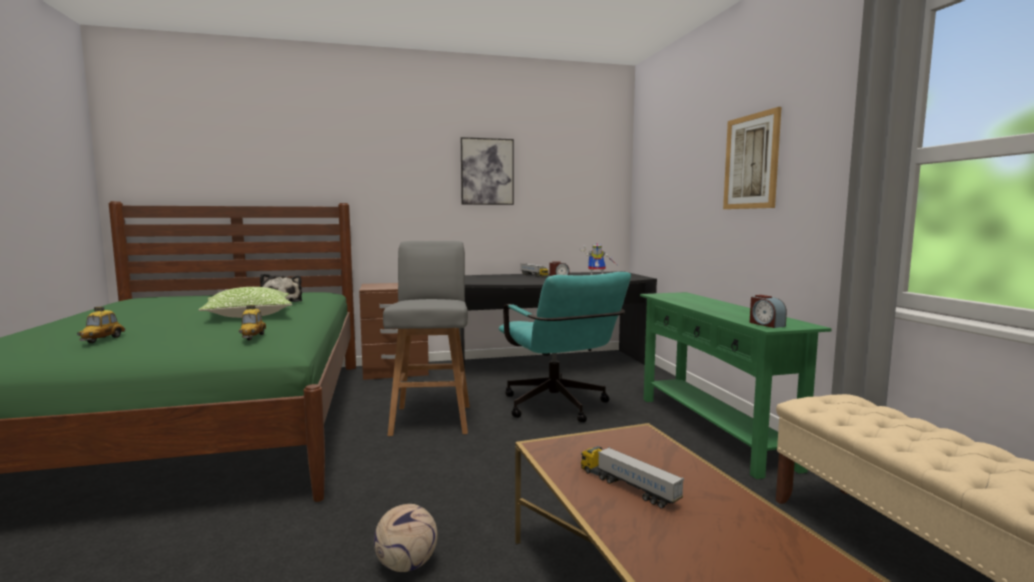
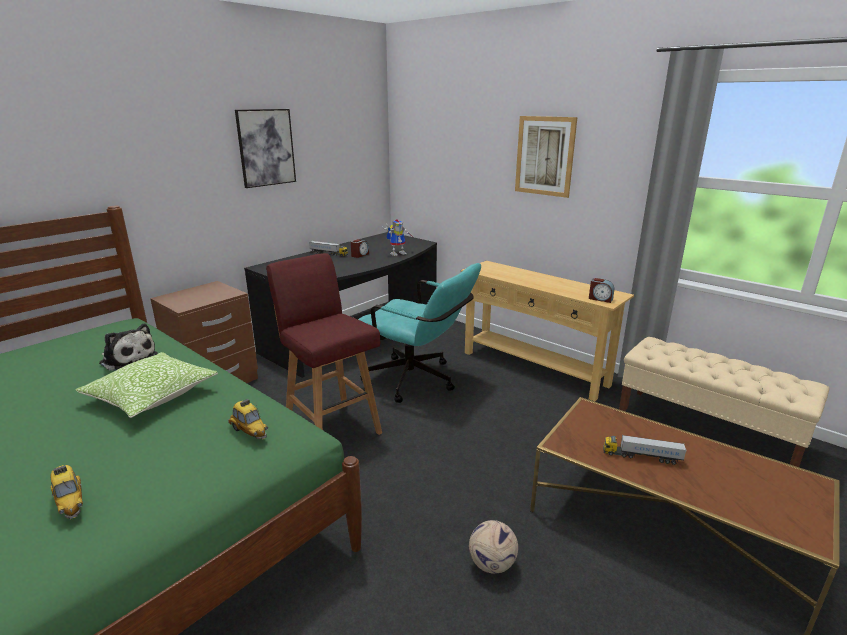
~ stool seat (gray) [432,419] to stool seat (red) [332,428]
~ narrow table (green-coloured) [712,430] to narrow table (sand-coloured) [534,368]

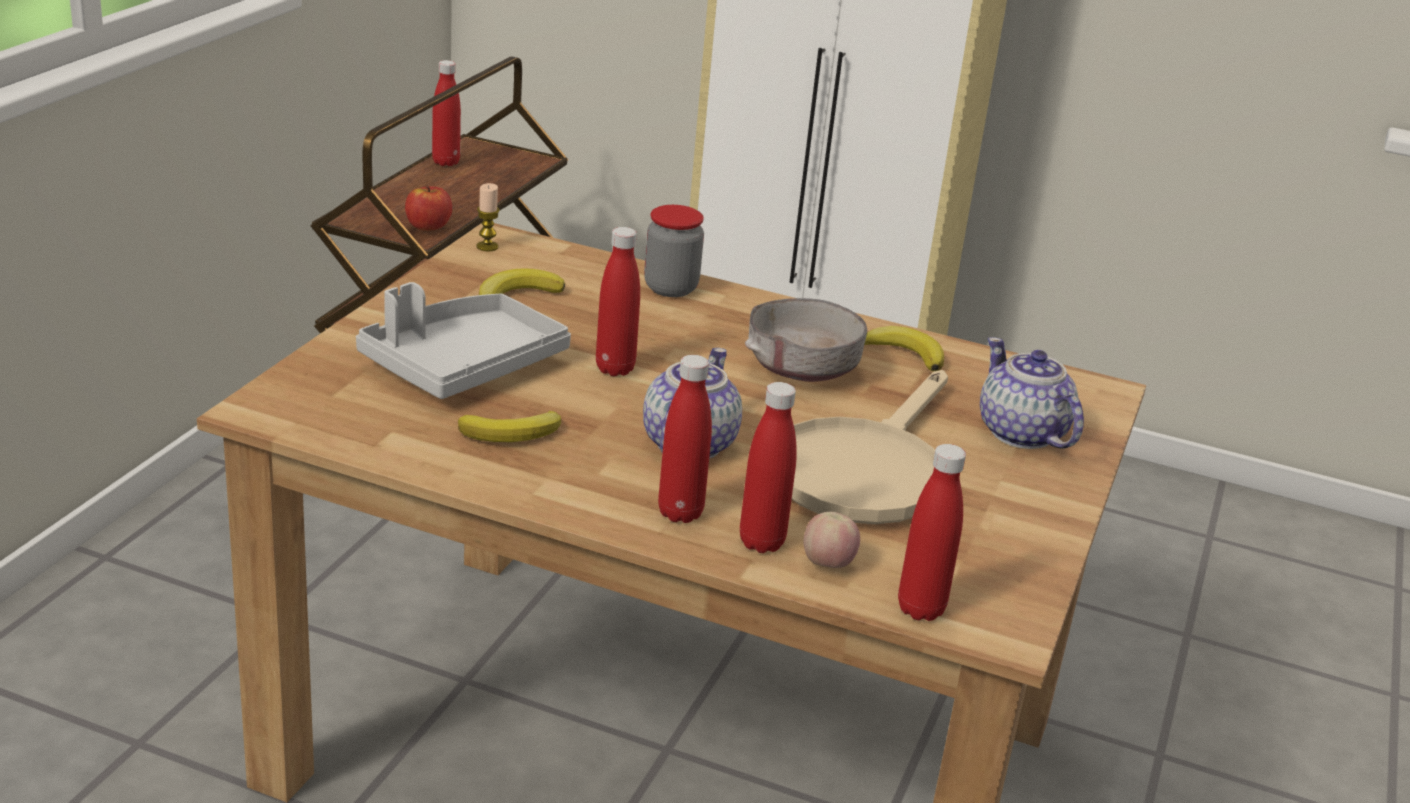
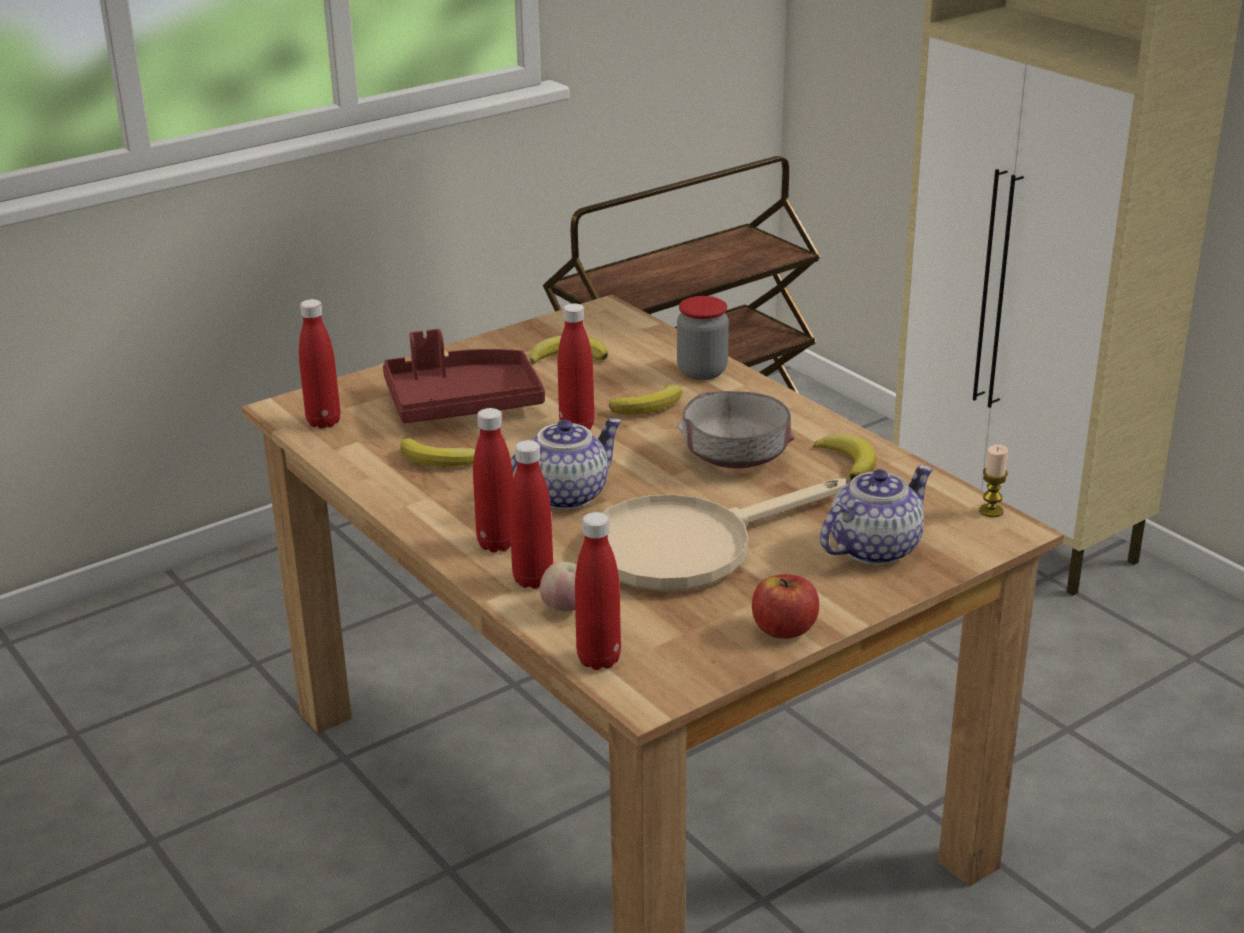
~ drink bottle (red) [446,162] to [323,422]
~ tray (gray) [462,365] to tray (red) [462,403]
+ banana fruit [650,405]
~ apple fruit [428,226] to [784,629]
~ teapot [1021,434] = [872,549] 45 degrees clockwise
~ wax candle [487,247] to [991,511]

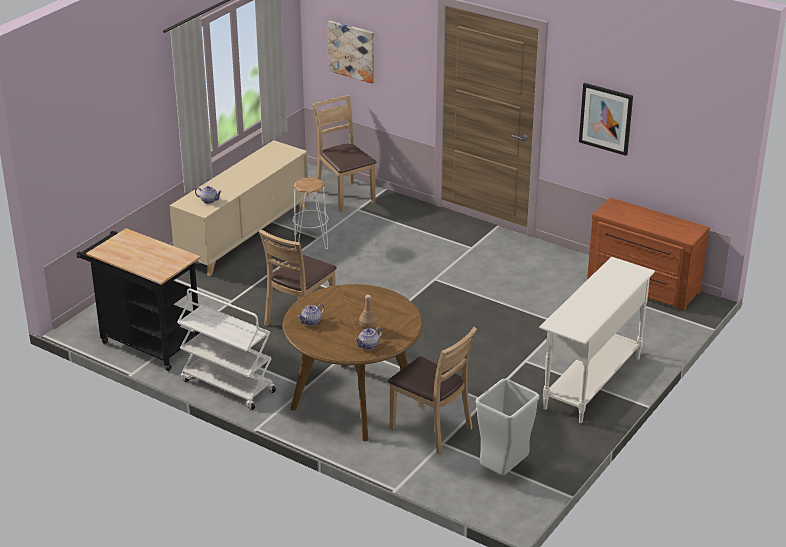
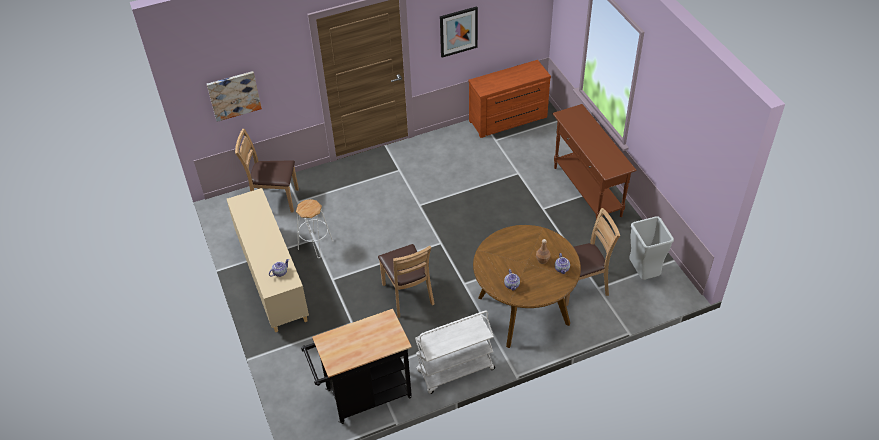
~ narrow table (whitish) [591,383] to narrow table (brownish) [587,192]

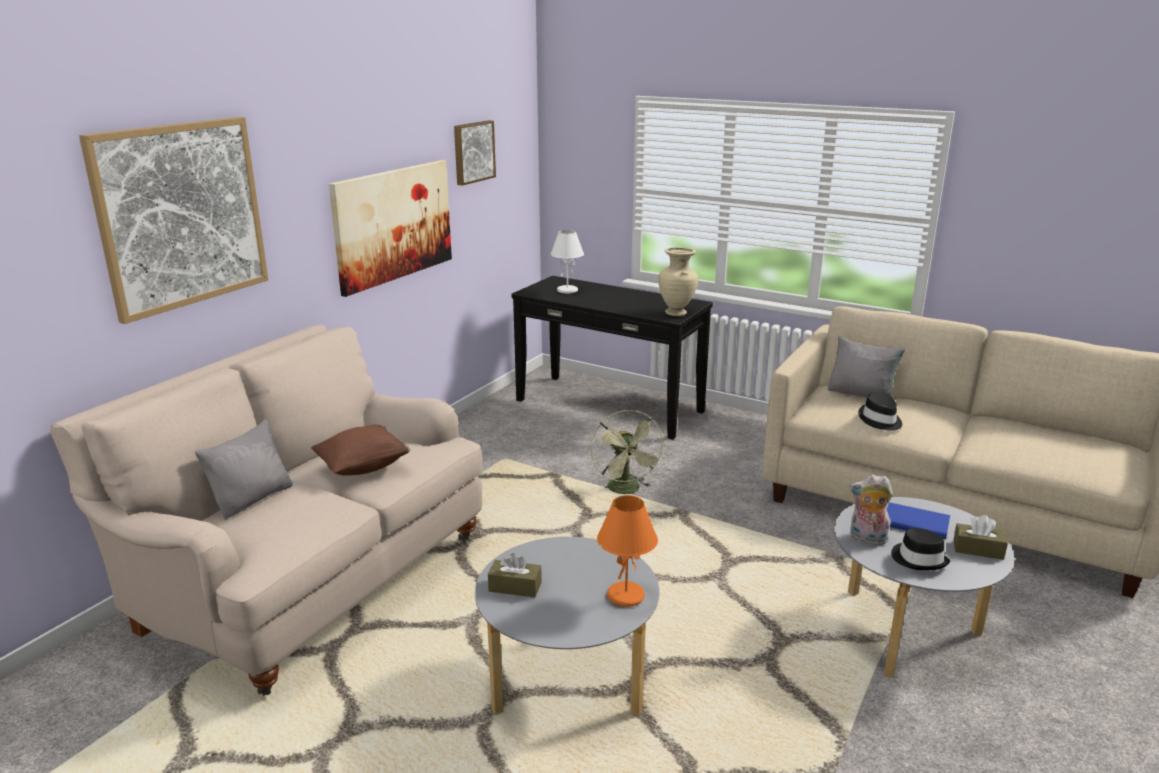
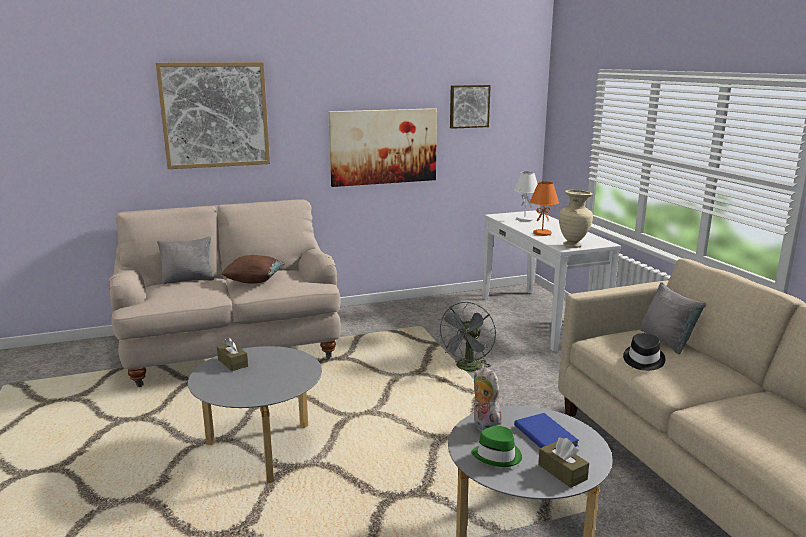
~ cooling fan (green-coloured) [627,490] to cooling fan (gray) [467,368]
~ wearable hat (black-coloured) [919,559] to wearable hat (green-coloured) [498,455]
~ narrow table (black-coloured) [609,405] to narrow table (whitish) [541,318]
~ lamp for a table (orangey) [626,595] to [542,233]

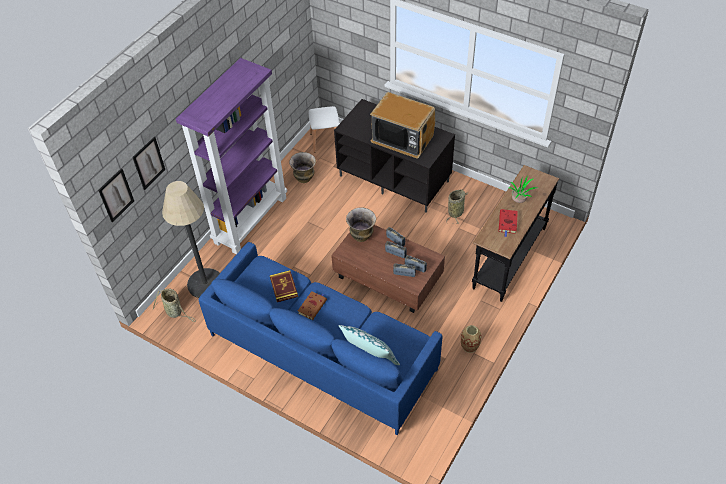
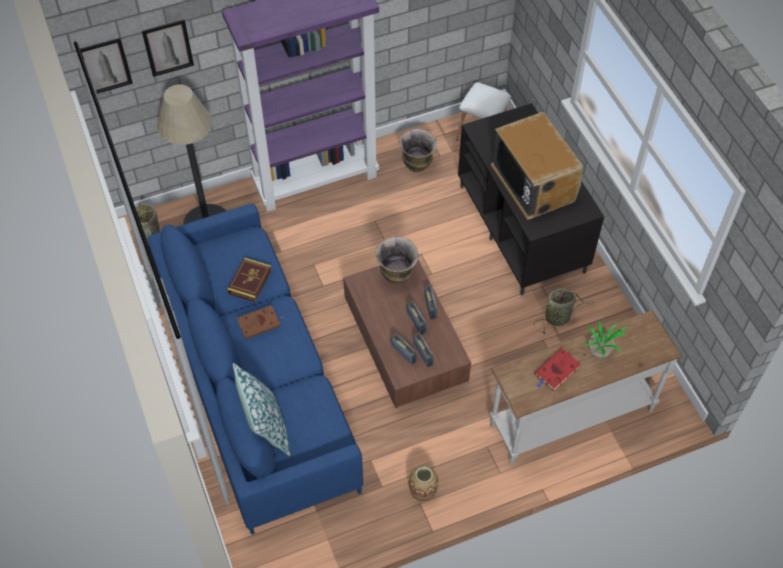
~ narrow table (black-coloured) [508,257] to narrow table (whitish) [570,416]

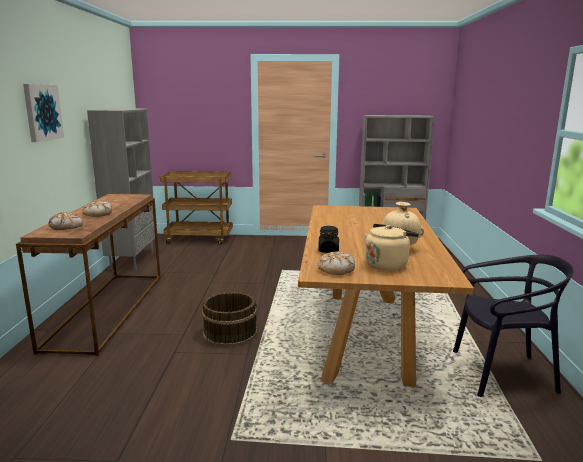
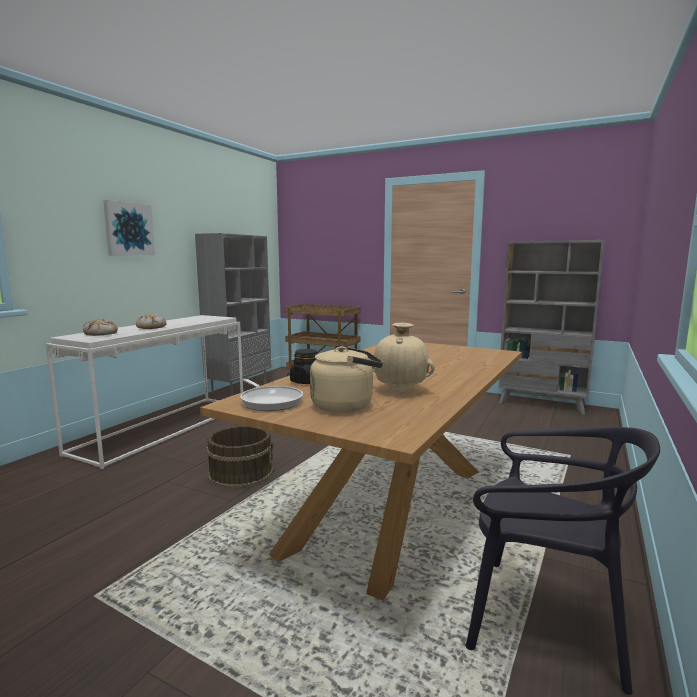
~ narrow table (brownish) [107,309] to narrow table (whitish) [164,428]
~ bakery bread [336,269] to frying pan [270,401]

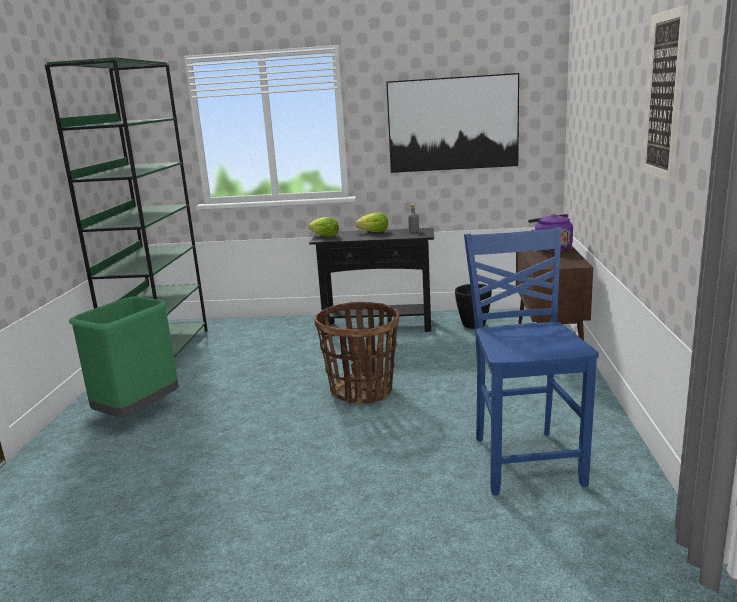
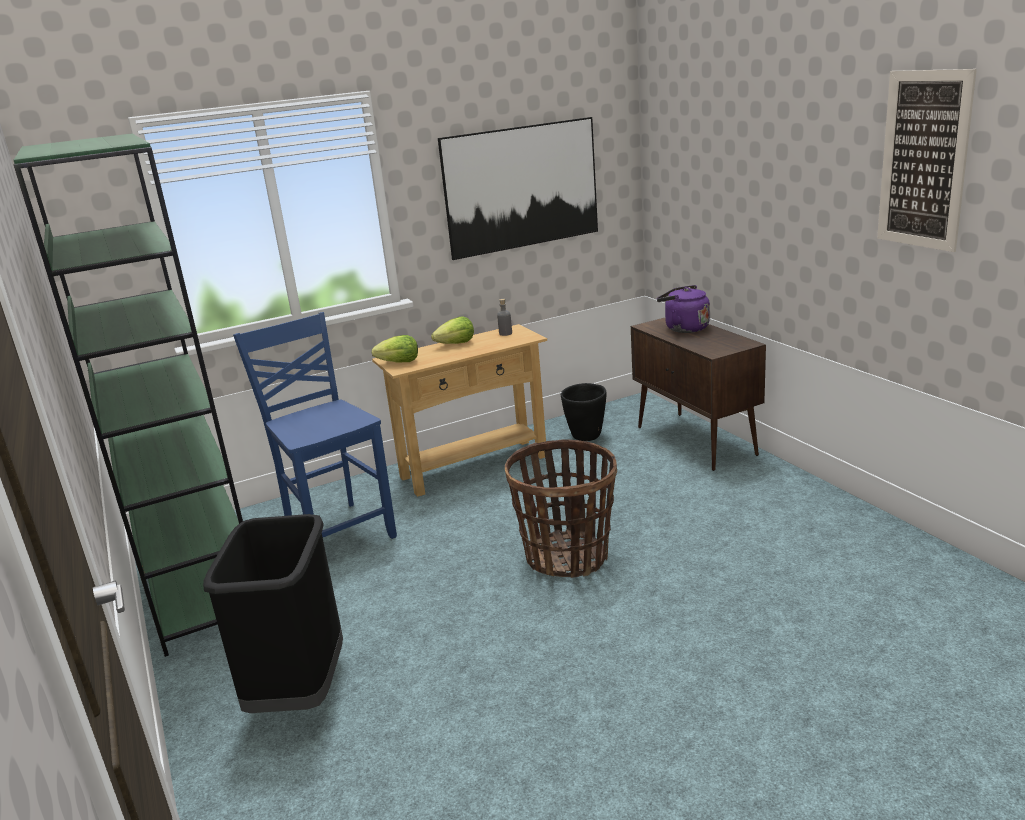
~ trash can (green-coloured) [138,412] to trash can (black-coloured) [299,691]
~ upright chair (blue) [525,459] to [338,532]
~ narrow table (black-coloured) [378,326] to narrow table (sand-coloured) [474,467]

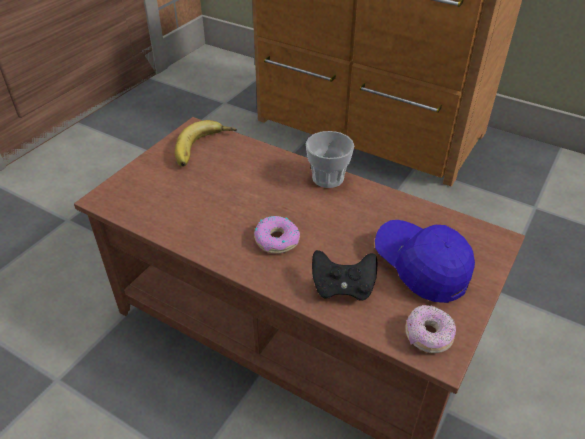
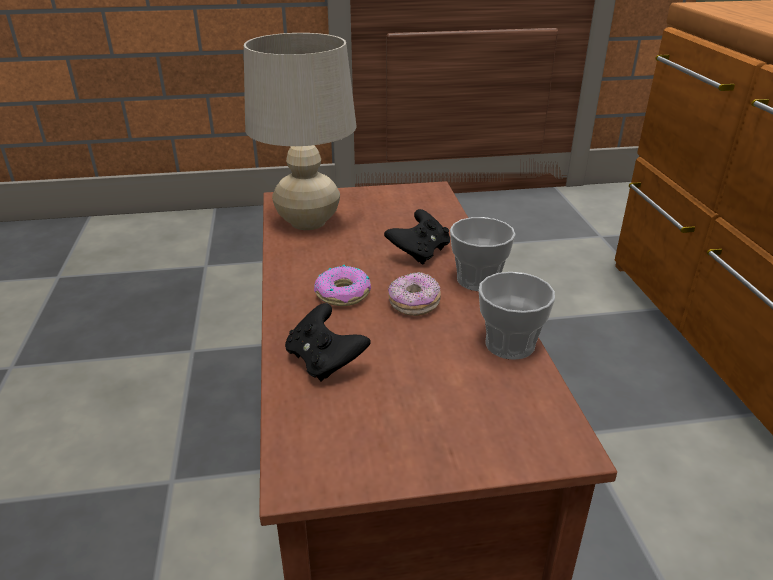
+ lamp for a table (sand-coloured) [308,222]
+ joypad (black-coloured) [419,252]
~ doughnut [428,336] to [414,304]
+ cup [509,344]
- banana fruit [204,149]
- baseball cap (blue) [420,267]

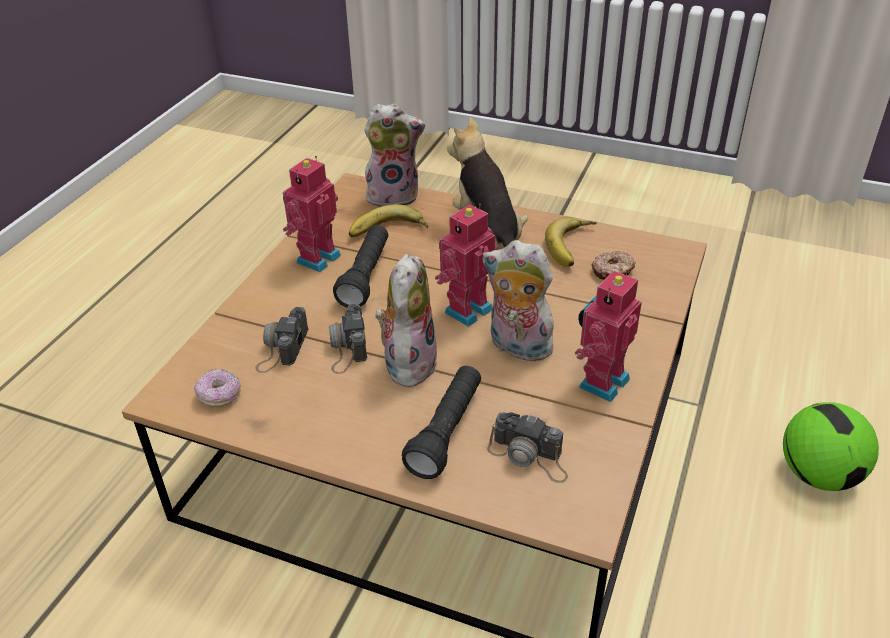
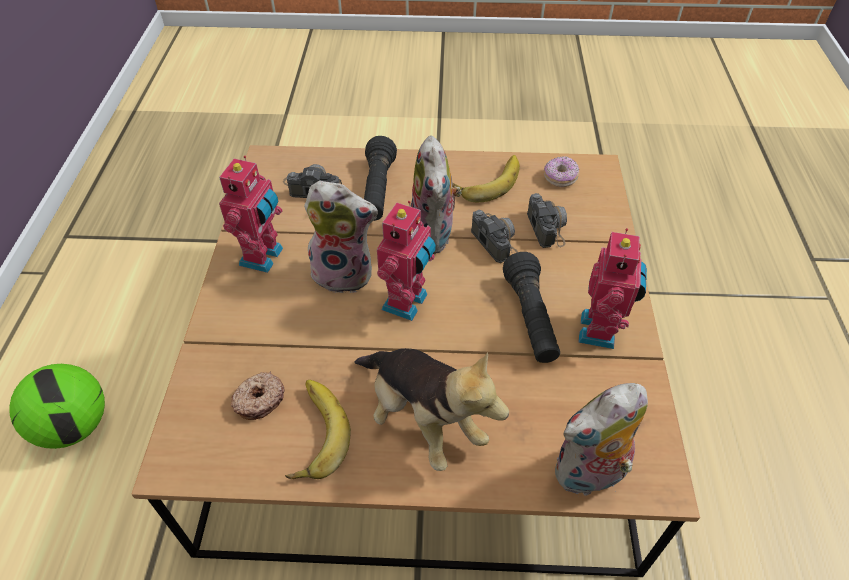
~ banana fruit [388,231] to [487,181]

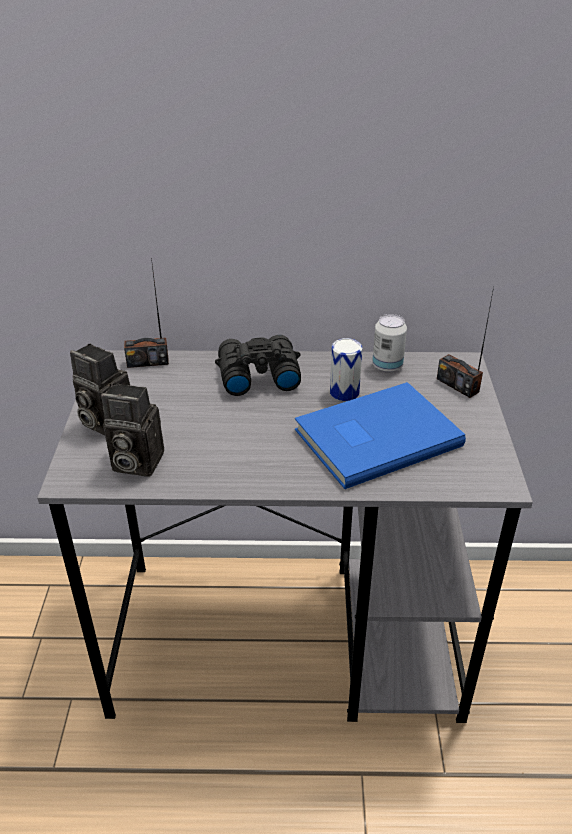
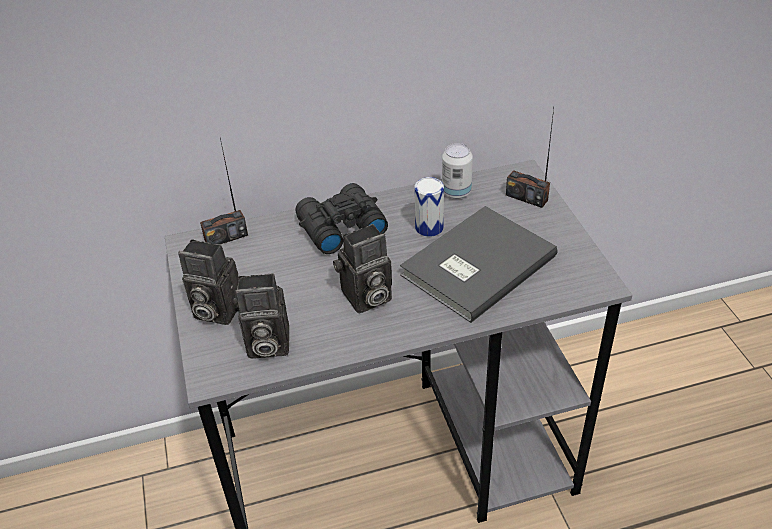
+ still camera [365,298]
~ book (blue) [373,436] to book (gray) [474,265]

